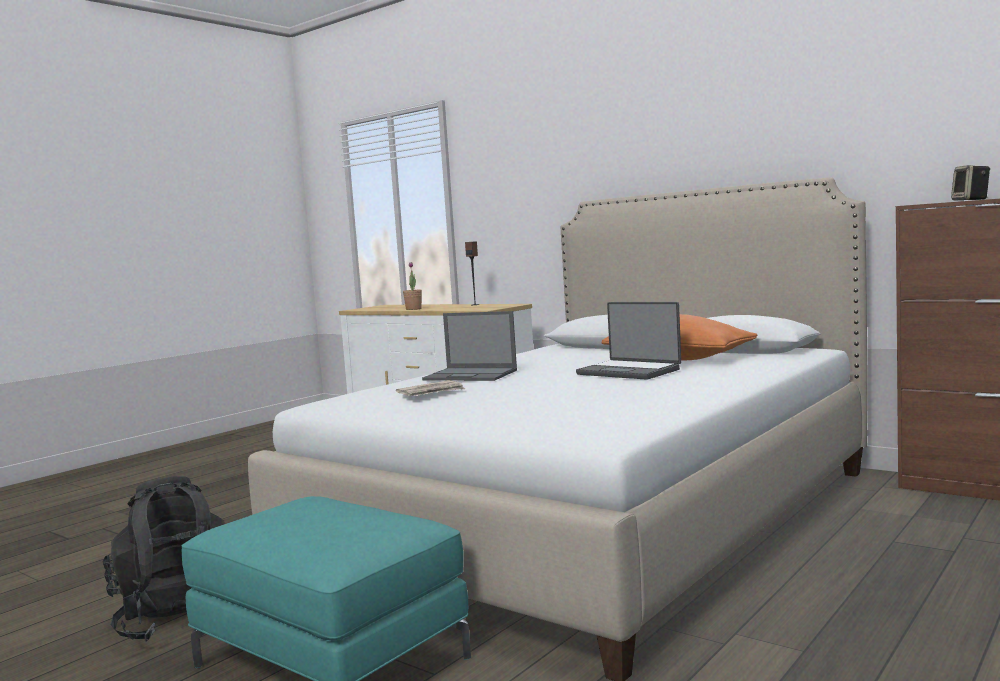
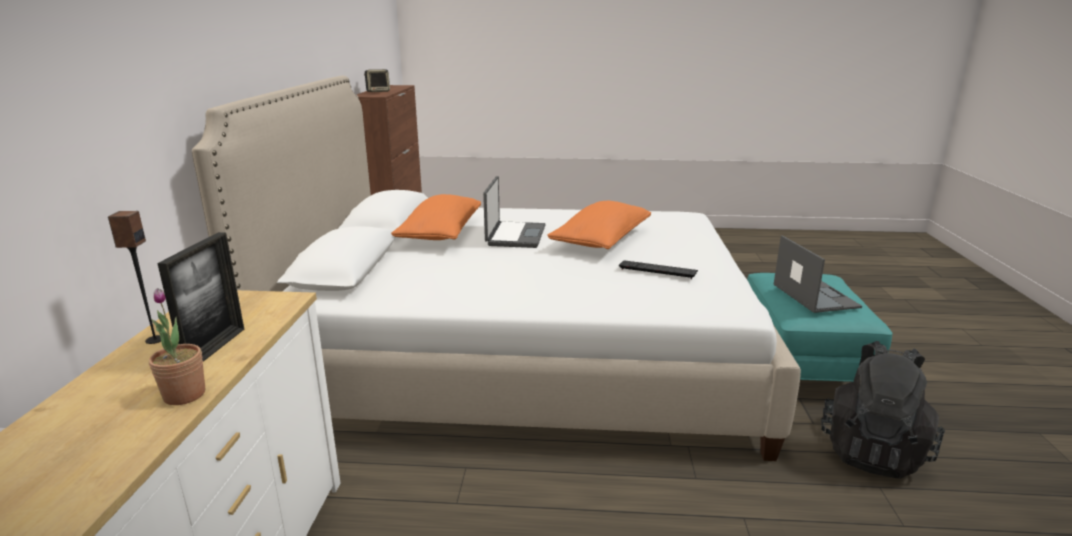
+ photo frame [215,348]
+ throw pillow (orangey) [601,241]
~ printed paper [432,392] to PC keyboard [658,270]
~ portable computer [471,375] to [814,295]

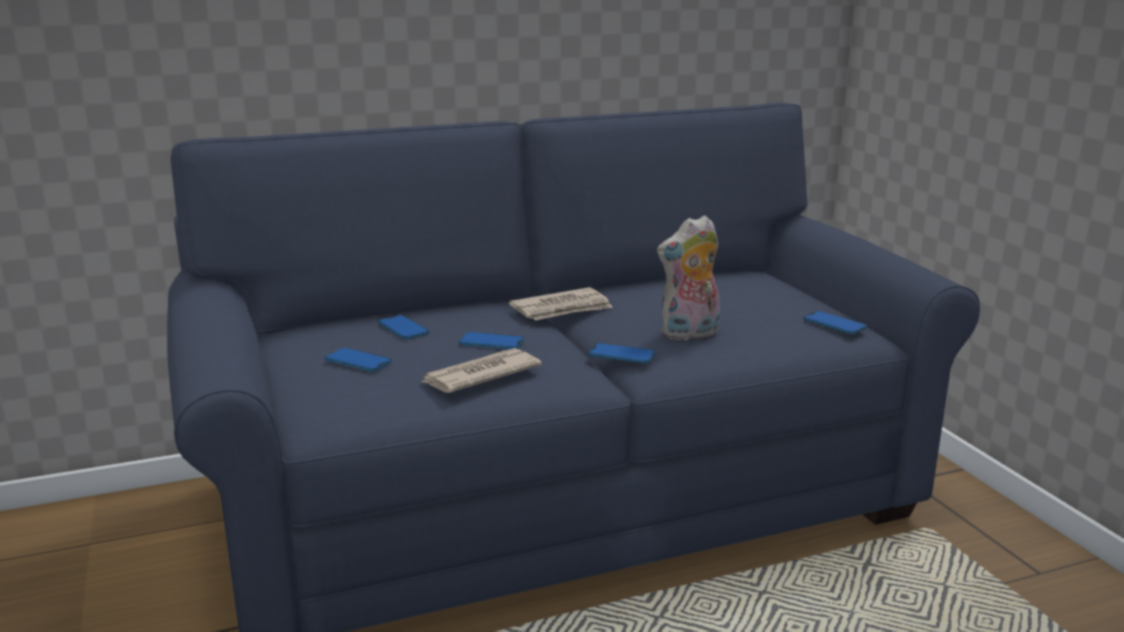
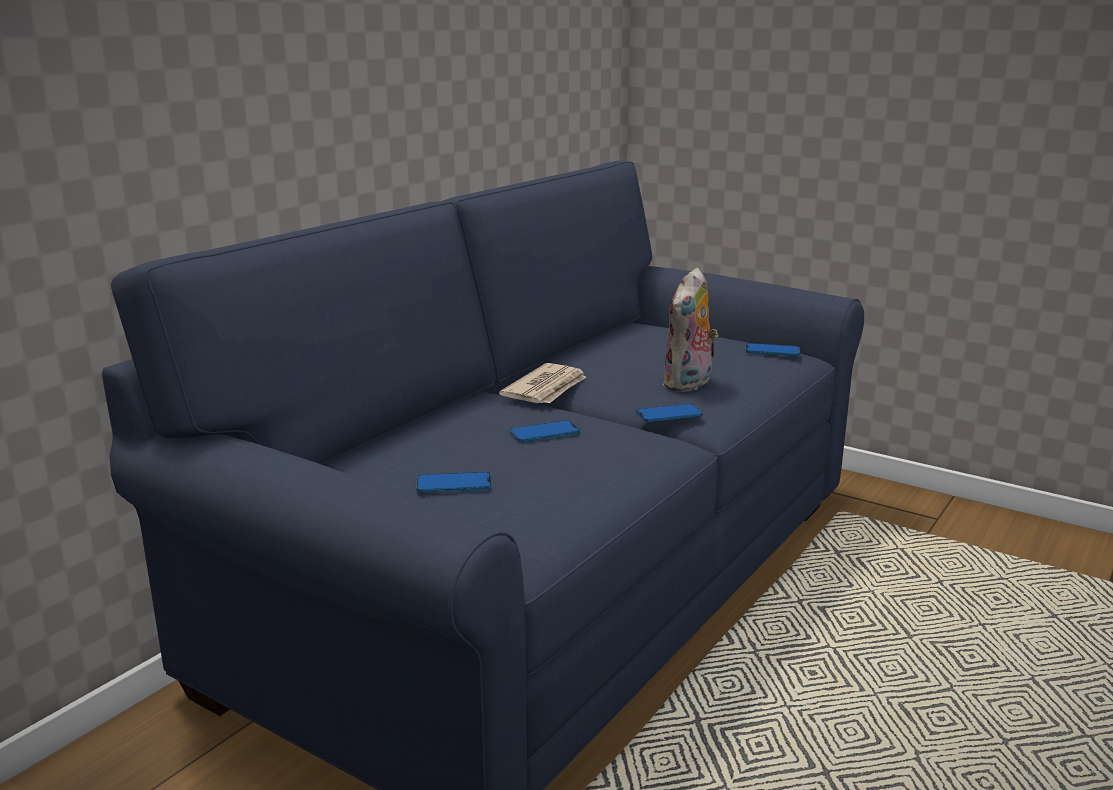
- phone [403,329]
- printed paper [479,375]

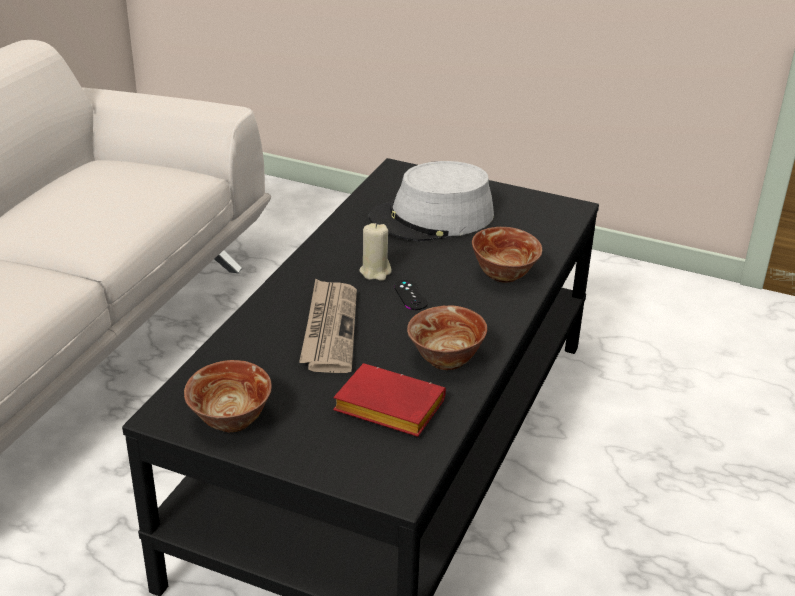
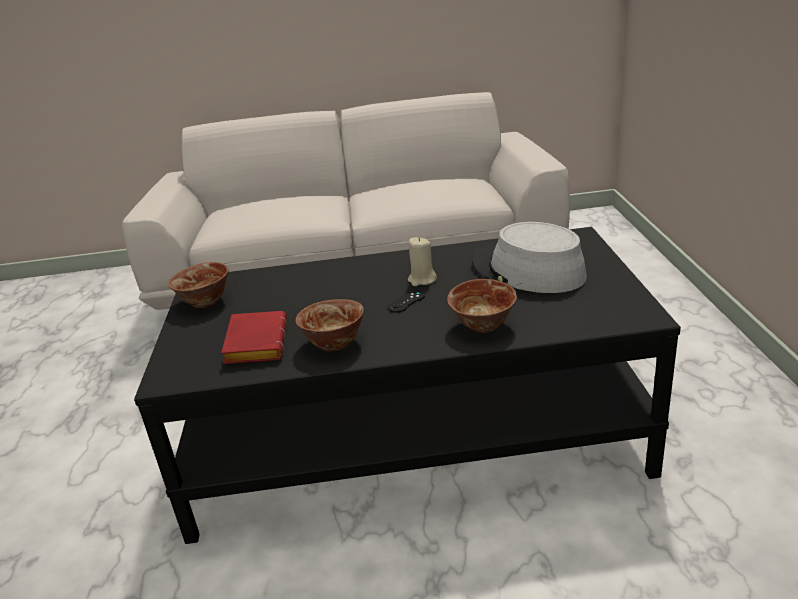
- printed paper [329,329]

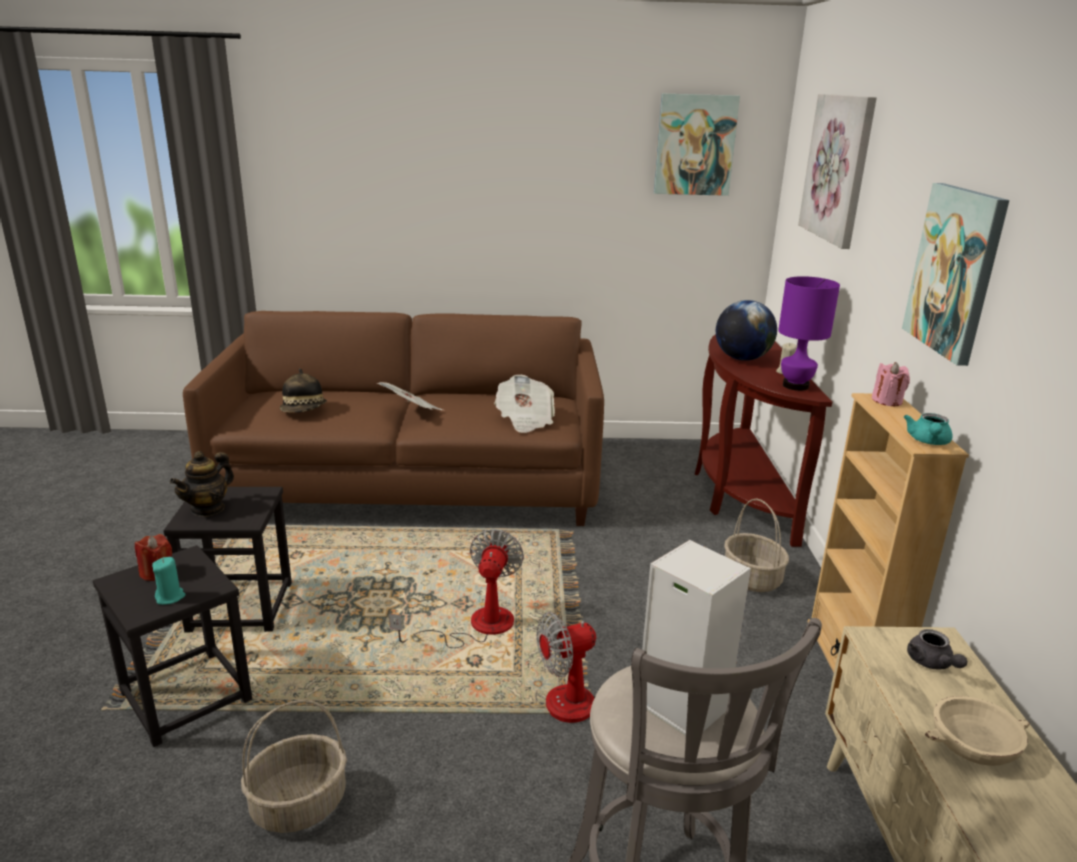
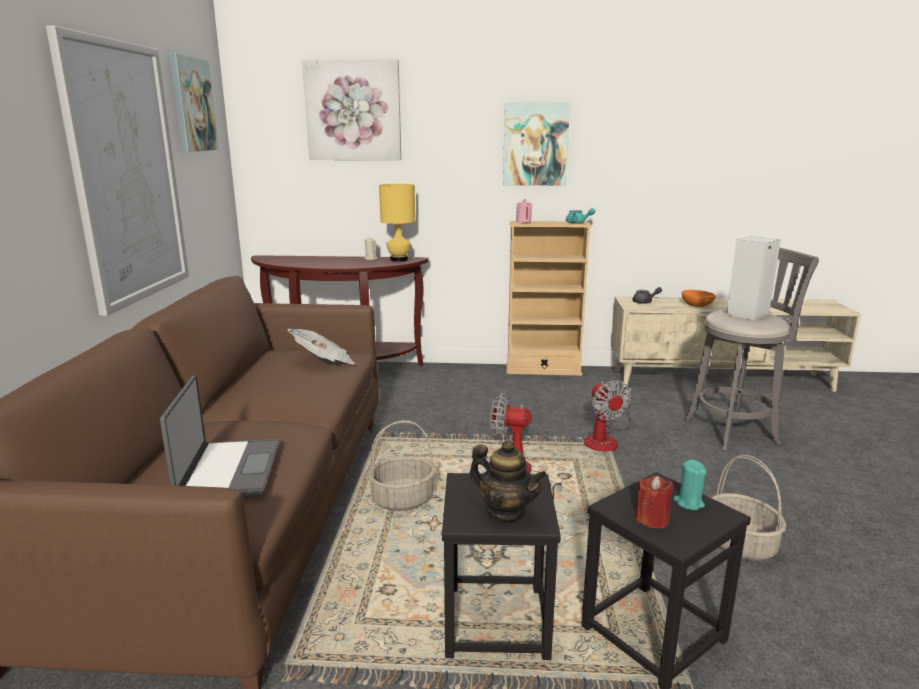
+ wall picture [126,174]
~ wearable hat [304,411] to portable computer [228,471]
~ storage basket [751,578] to [402,500]
~ lamp for a table (purplish) [795,386] to lamp for a table (yellowish) [399,259]
~ bowl (sand-coloured) [972,746] to bowl (orangey) [696,304]
- printed paper [411,412]
- globe [742,359]

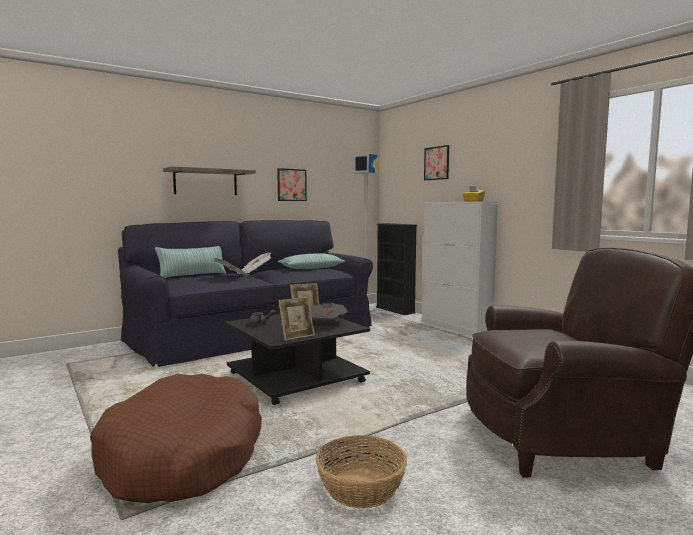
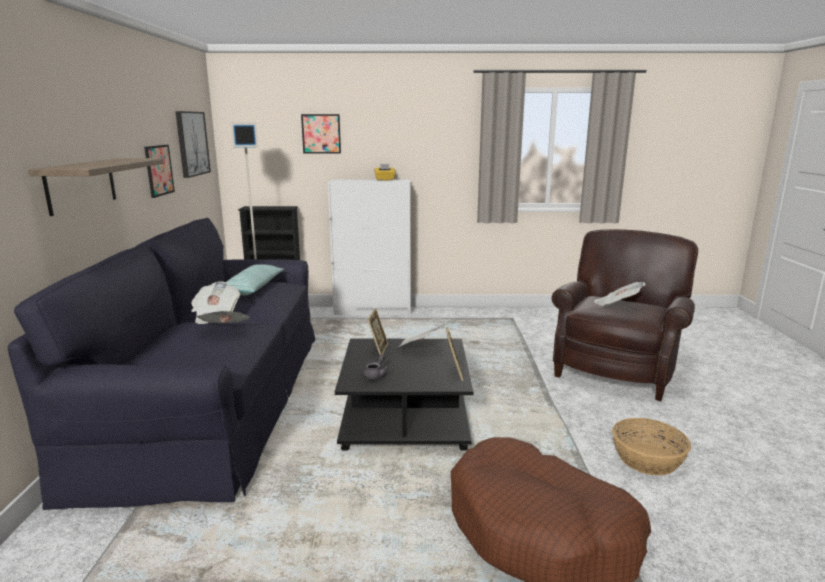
+ wall picture [192,143]
+ printed paper [617,305]
- throw pillow [192,276]

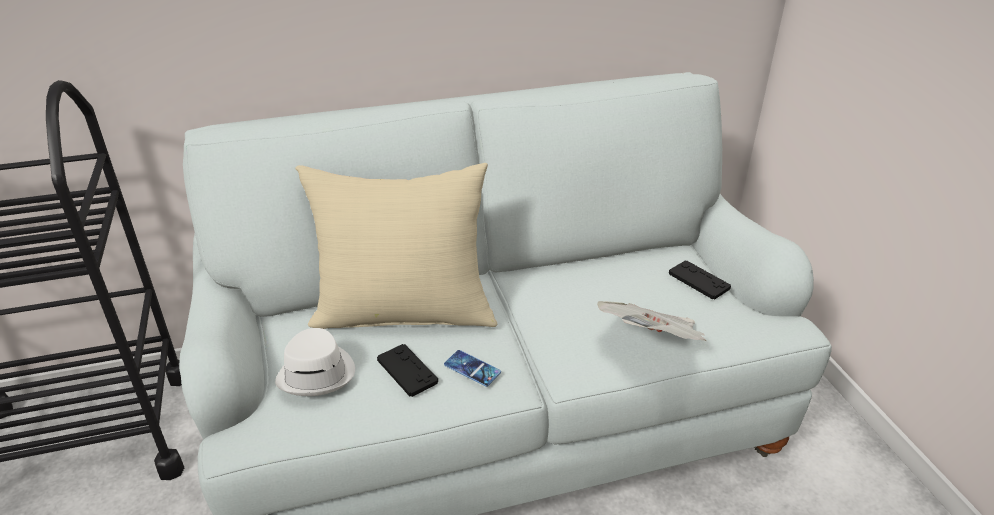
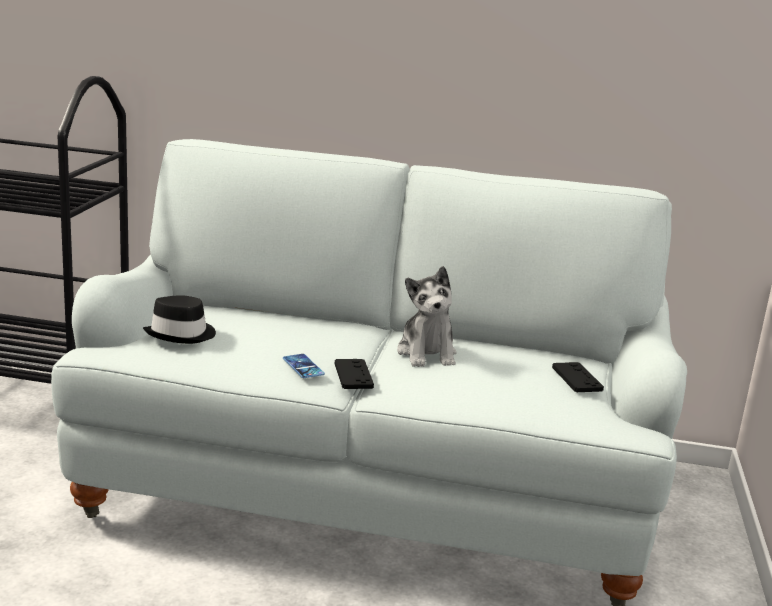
~ wearable hat (whitish) [317,373] to wearable hat (black-coloured) [182,334]
~ joypad (black-coloured) [407,371] to [353,375]
+ plush toy [427,354]
- throw pillow (sand-coloured) [405,311]
- printed paper [652,342]

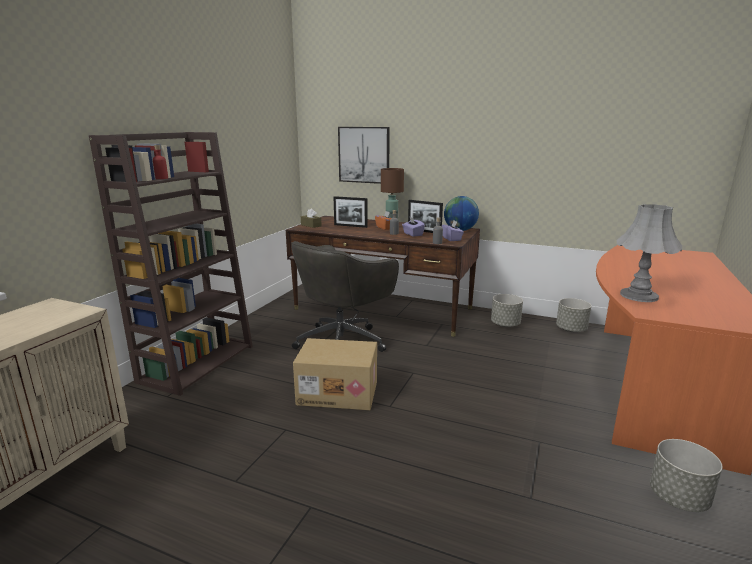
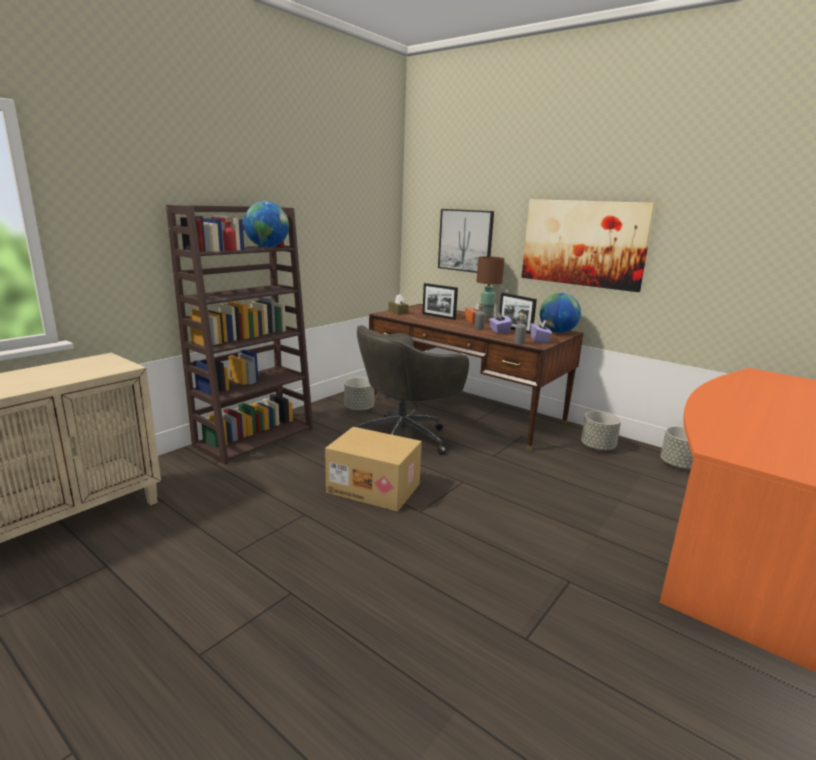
+ globe [267,247]
~ flower pot (gray) [678,497] to [359,409]
+ wall picture [583,243]
- lamp for a table (gray) [639,296]

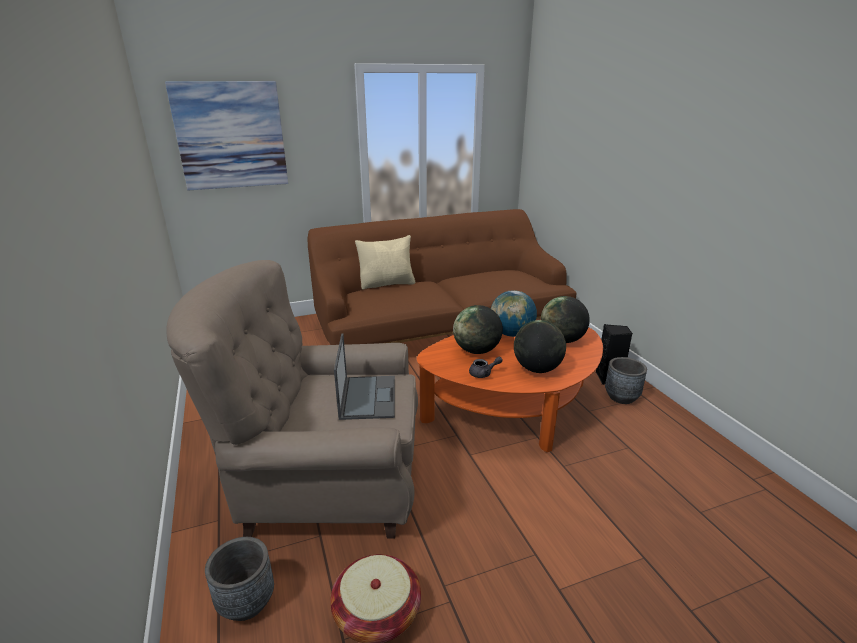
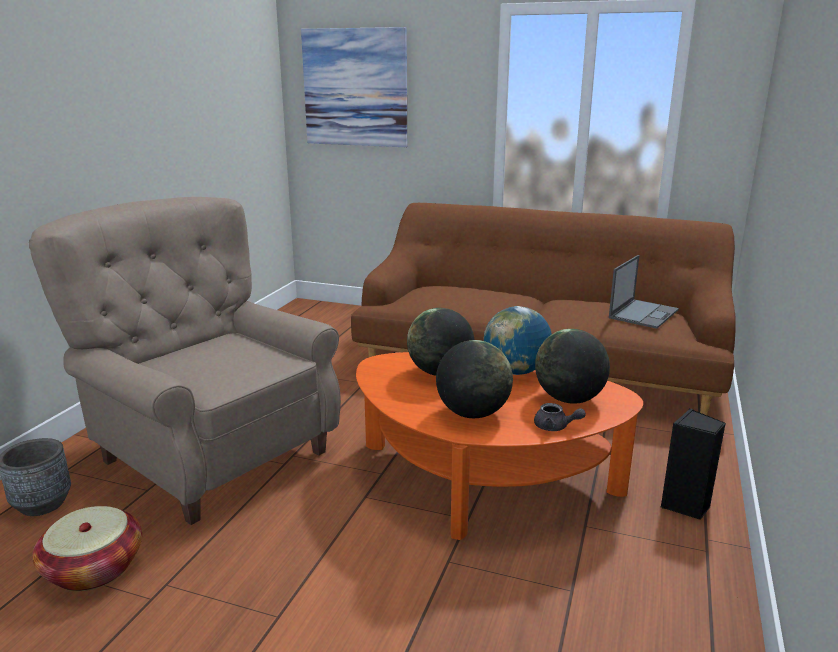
~ teapot (gray) [483,373] to [555,427]
~ portable computer [367,396] to [643,313]
- throw pillow (sand-coloured) [387,284]
- flower pot (gray) [621,397]

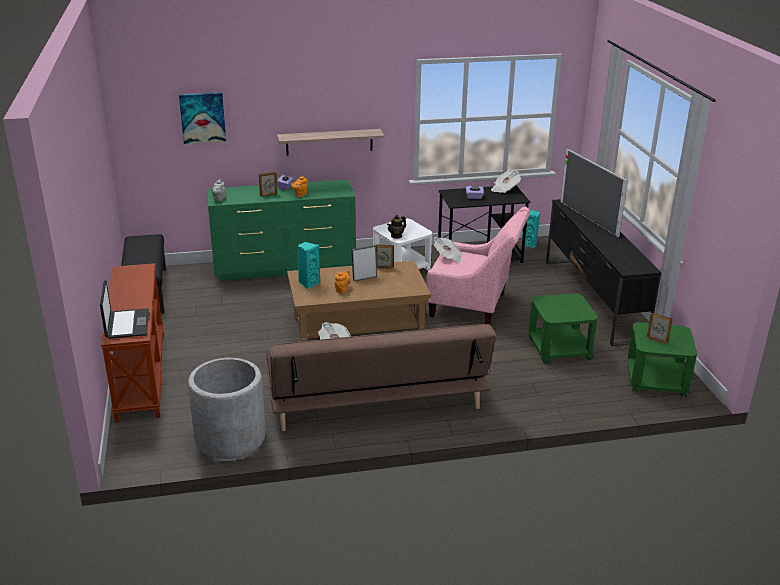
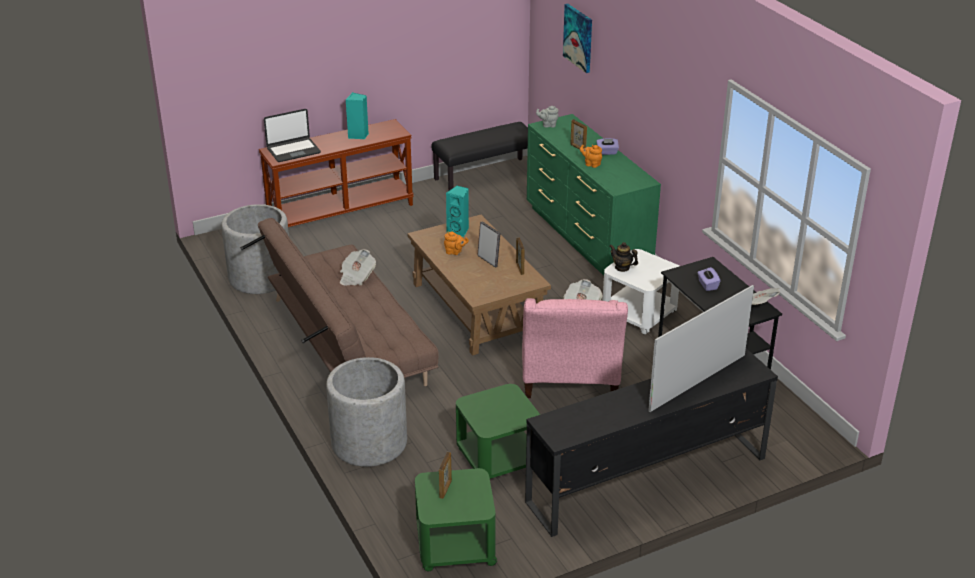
+ flower pot (gray) [369,442]
~ loudspeaker (blue-green) [530,244] to [358,135]
- bracket shelf [329,142]

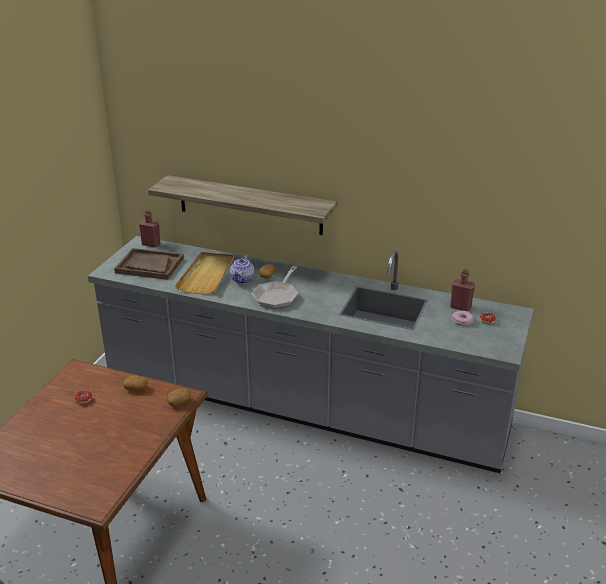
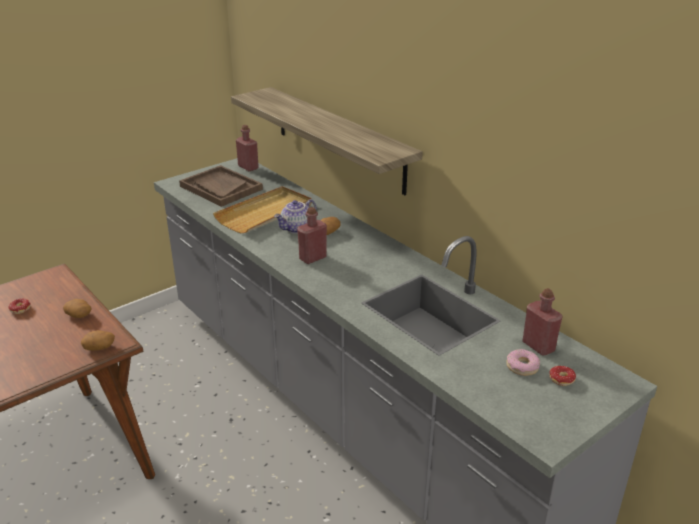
~ frying pan [277,296] to drink bottle (red) [313,258]

